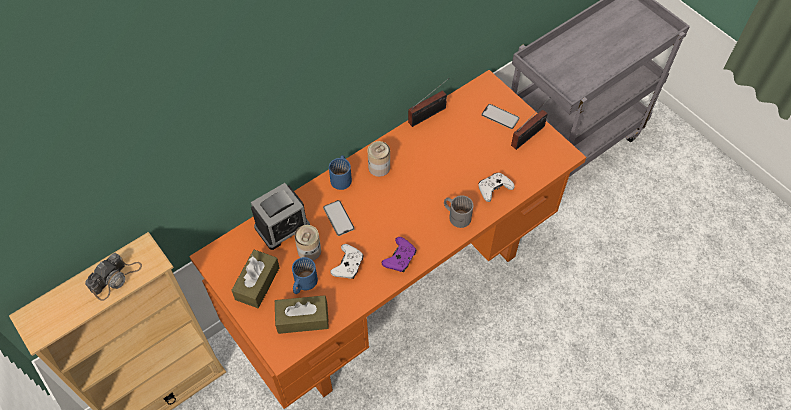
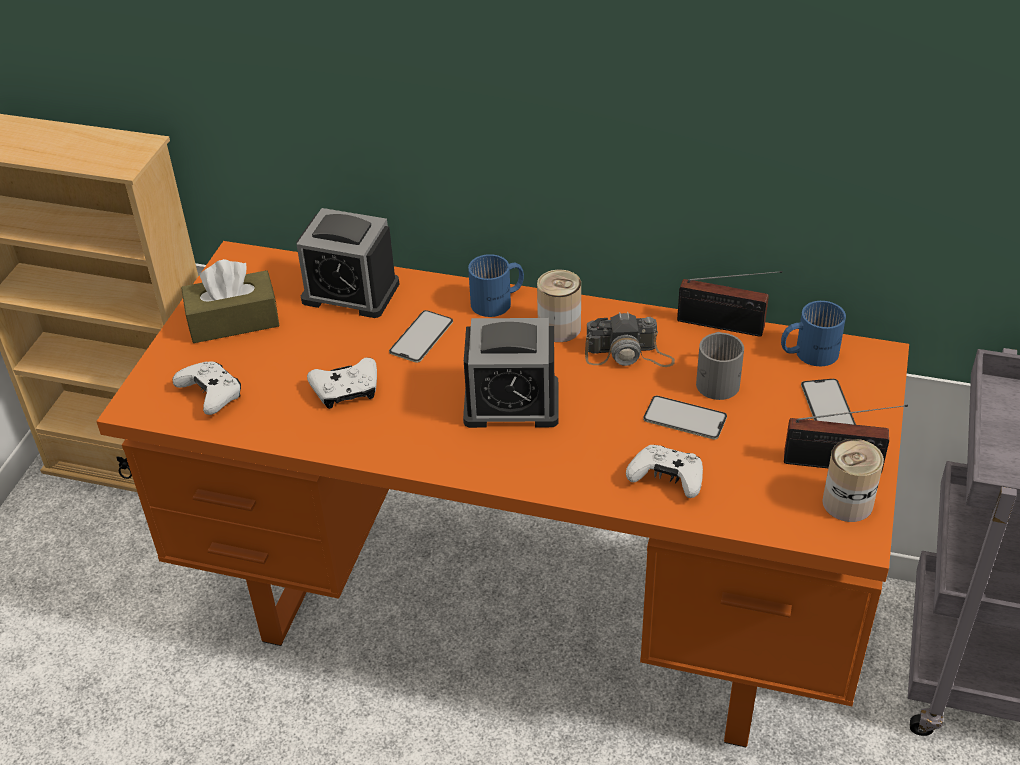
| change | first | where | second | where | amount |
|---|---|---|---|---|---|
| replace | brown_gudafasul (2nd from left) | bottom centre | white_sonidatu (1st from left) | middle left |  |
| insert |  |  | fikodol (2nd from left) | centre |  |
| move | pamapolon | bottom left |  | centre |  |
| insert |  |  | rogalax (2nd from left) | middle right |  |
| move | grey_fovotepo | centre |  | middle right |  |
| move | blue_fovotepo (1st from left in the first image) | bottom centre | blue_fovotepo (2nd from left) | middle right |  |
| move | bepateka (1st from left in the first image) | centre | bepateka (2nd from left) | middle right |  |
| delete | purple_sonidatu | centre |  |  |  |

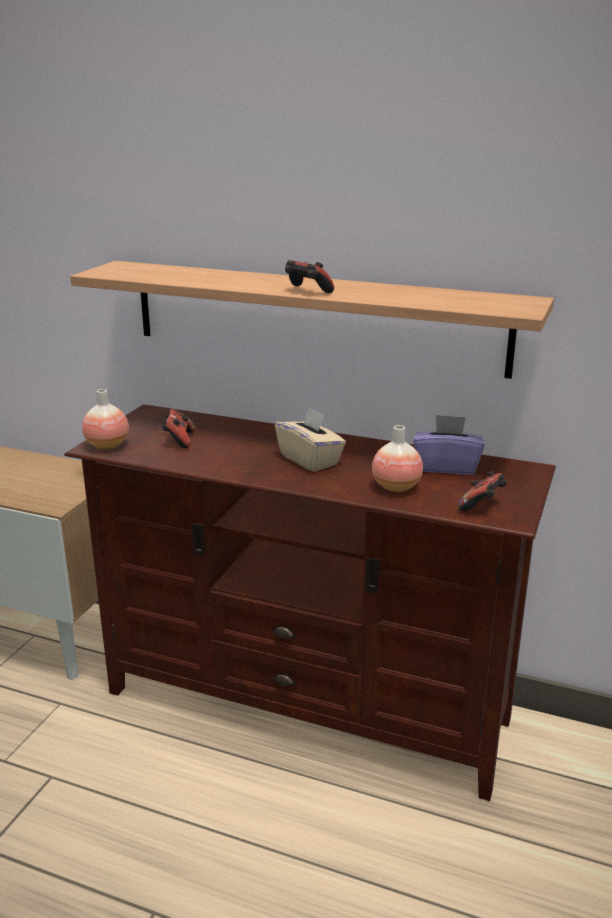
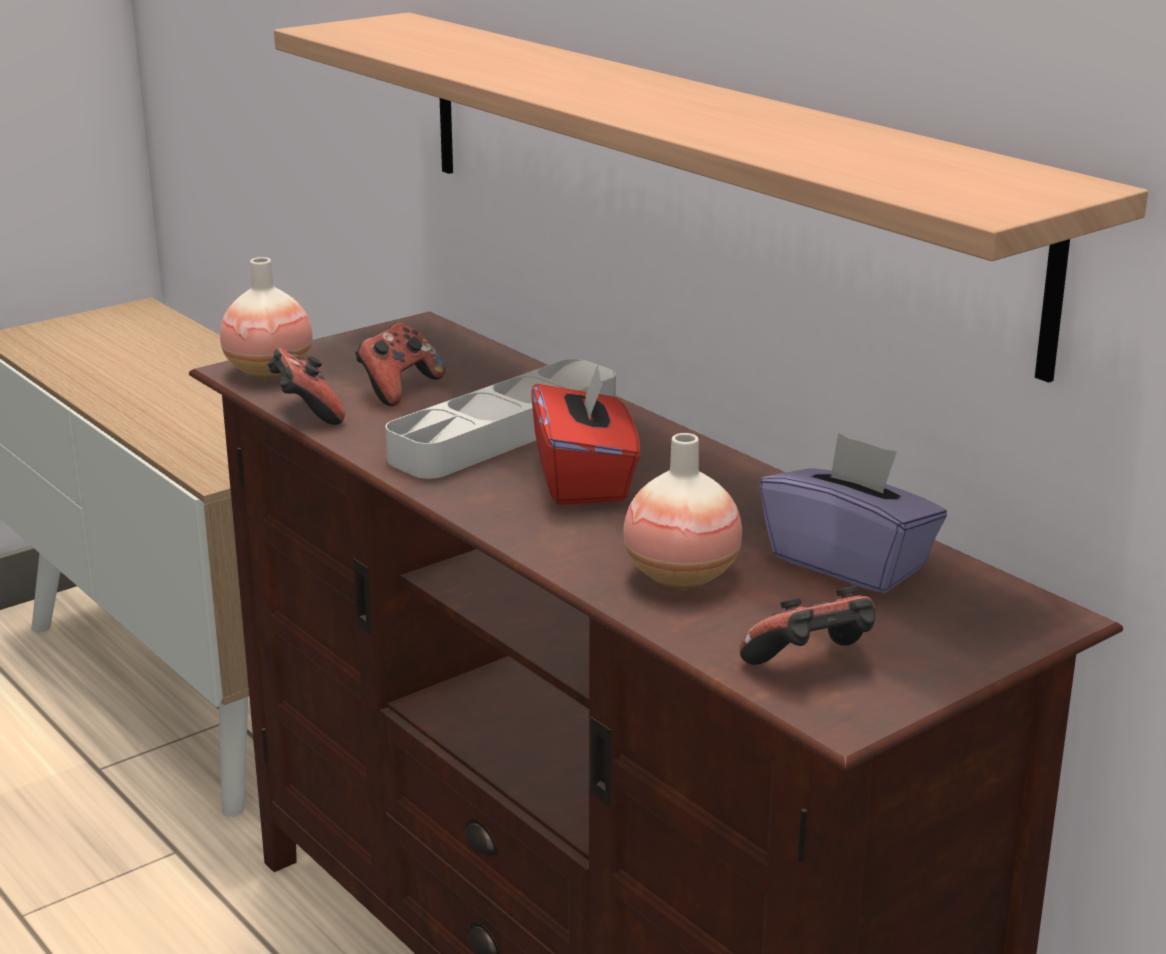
| change | first | where | second | where | amount |
|---|---|---|---|---|---|
| move | sonidatu (2nd from left in the first image) | top centre | sonidatu (1st from left) | middle left |  |
| insert |  |  | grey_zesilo | centre |  |
| recolor | beige_gudafasul | centre | red_gudafasul | centre |  |

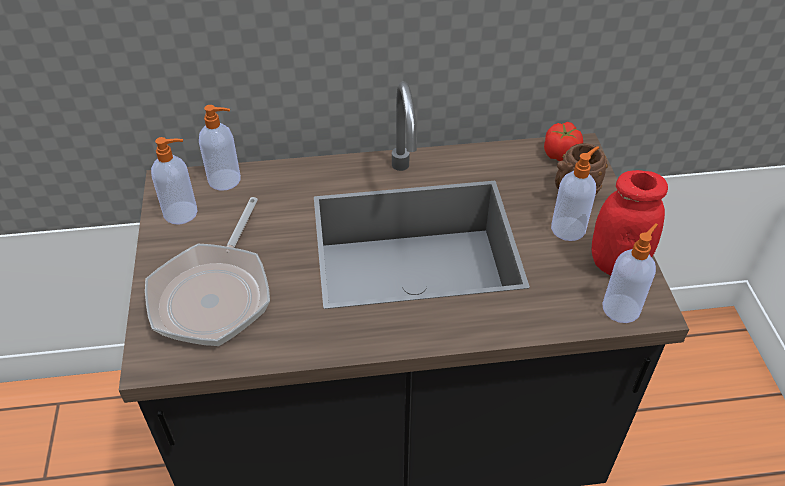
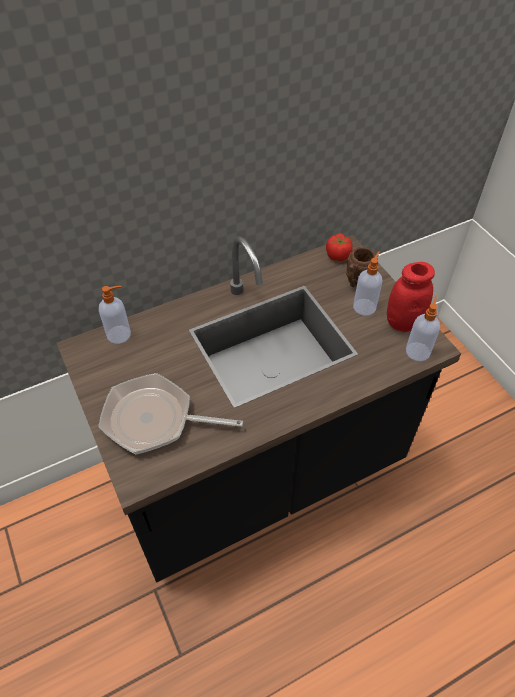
| change | first | where | second | where | amount |
|---|---|---|---|---|---|
| rotate | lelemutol | middle left |  | middle left | 105 degrees clockwise |
| delete | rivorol (1st from left) | middle left |  |  |  |

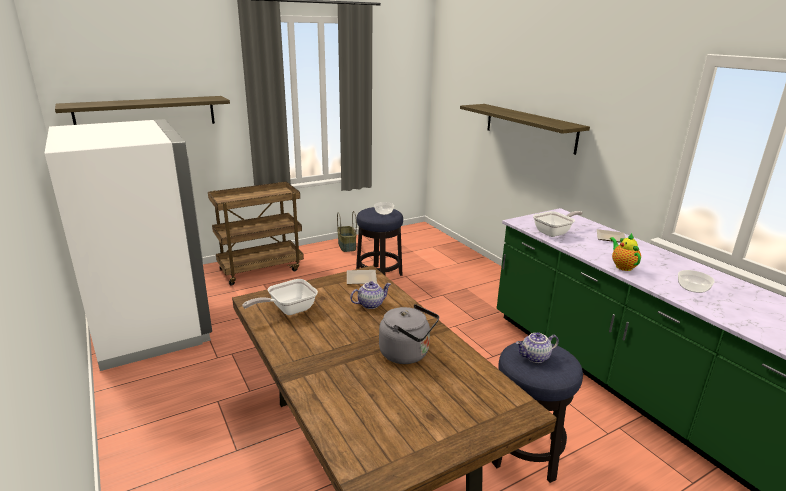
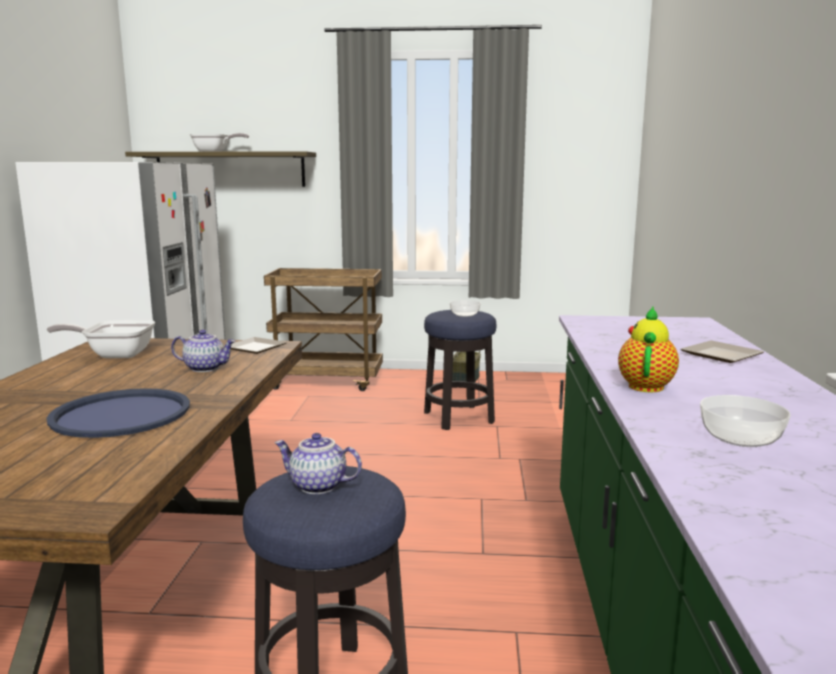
| change | first | where | second | where | amount |
|---|---|---|---|---|---|
| replace | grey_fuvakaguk | bottom centre | blue_zesilo | middle left |  |
| move | lelemutol (2nd from left) | middle right |  | top left |  |
| delete | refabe (2nd from left) | top right |  |  |  |

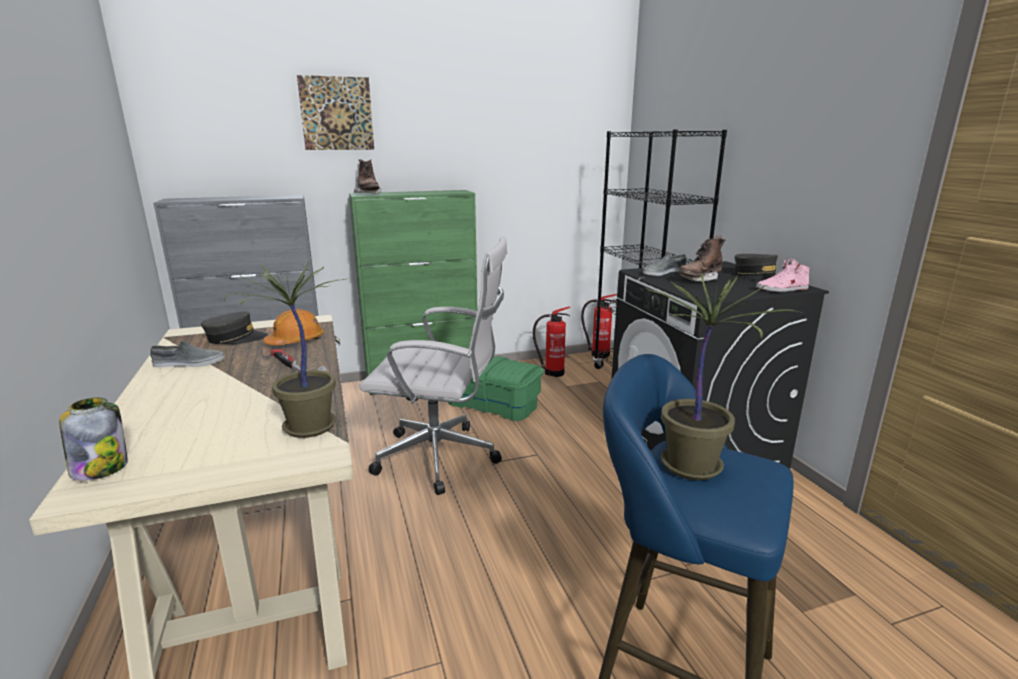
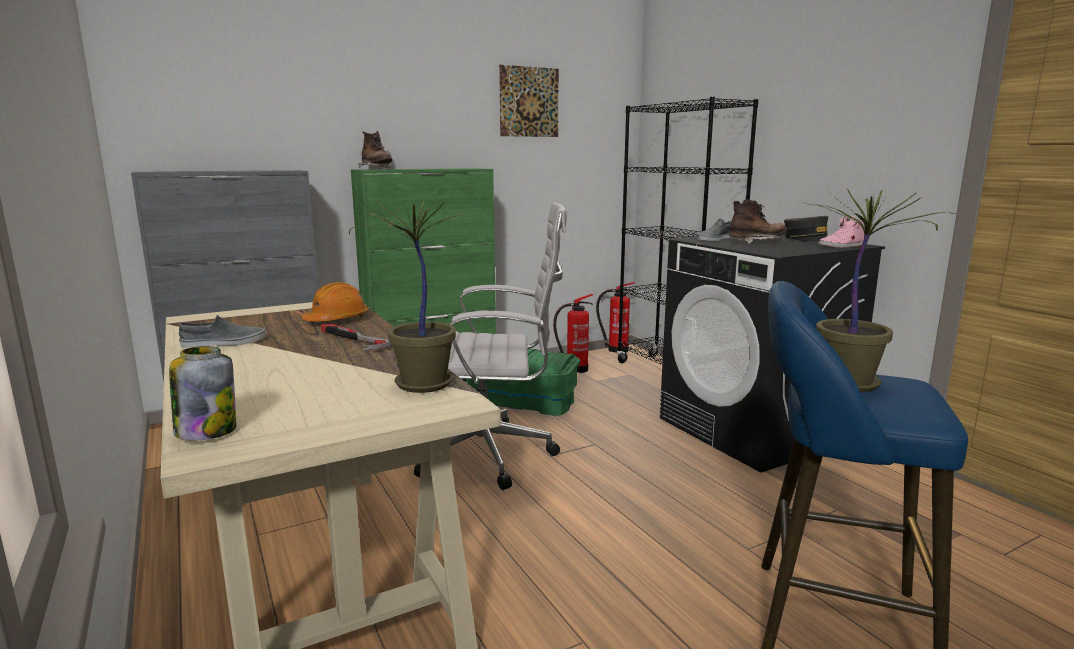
| change | first | where | second | where | amount |
|---|---|---|---|---|---|
| move | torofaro | top left |  | top centre |  |
| rotate | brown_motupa (2nd from left) | middle right |  | middle right | 150 degrees counterclockwise |
| delete | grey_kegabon (1st from left) | middle left |  |  |  |

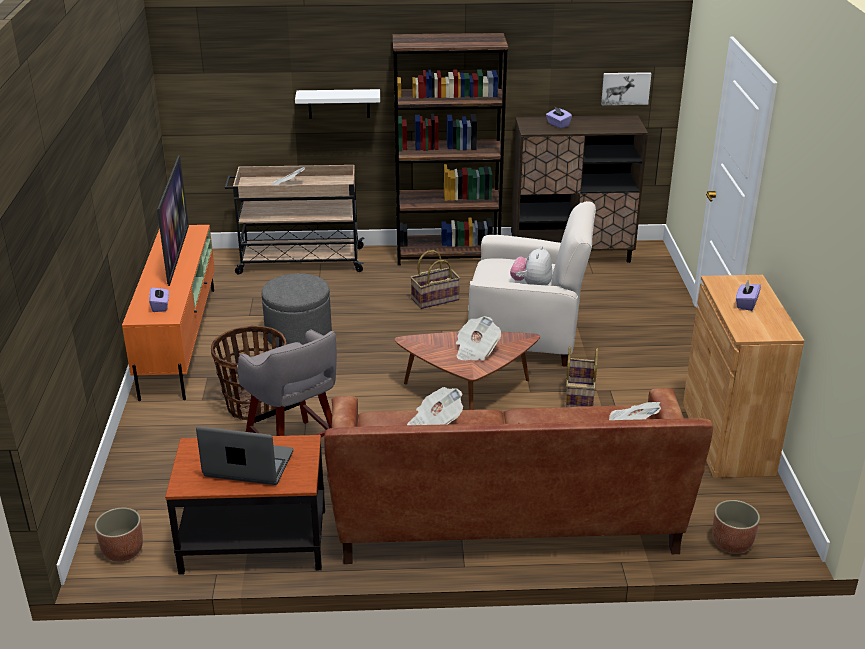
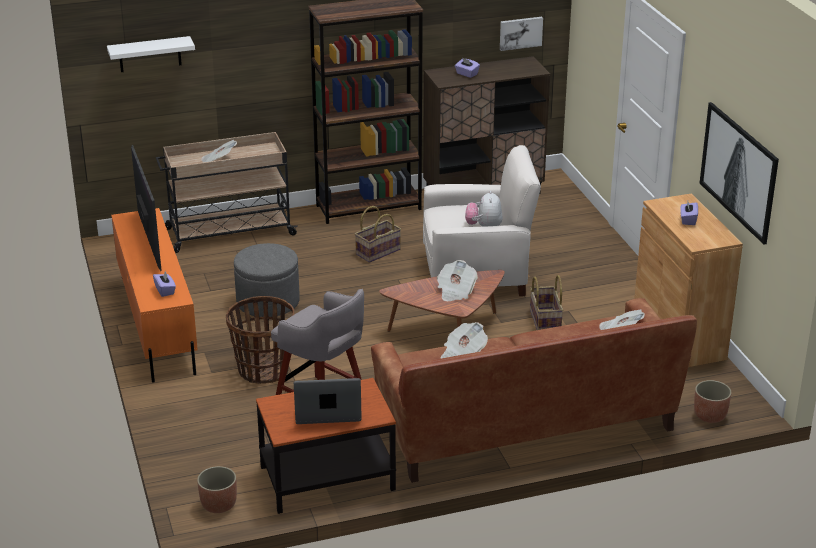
| change | first | where | second | where | amount |
|---|---|---|---|---|---|
| move | white_refabe | top centre |  | top left |  |
| insert |  |  | torofaro (2nd from left) | top right |  |

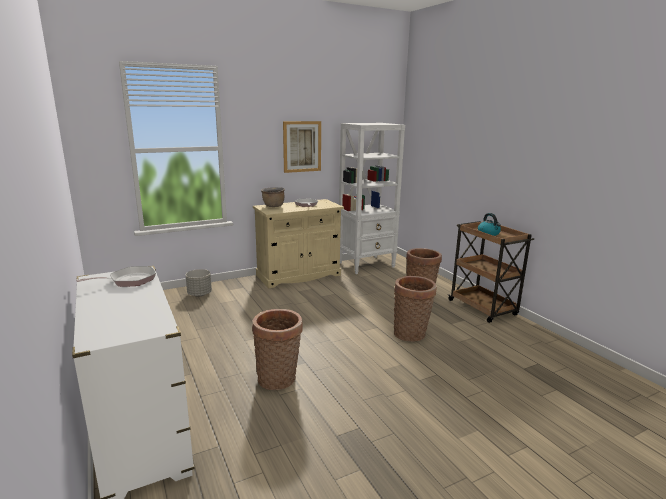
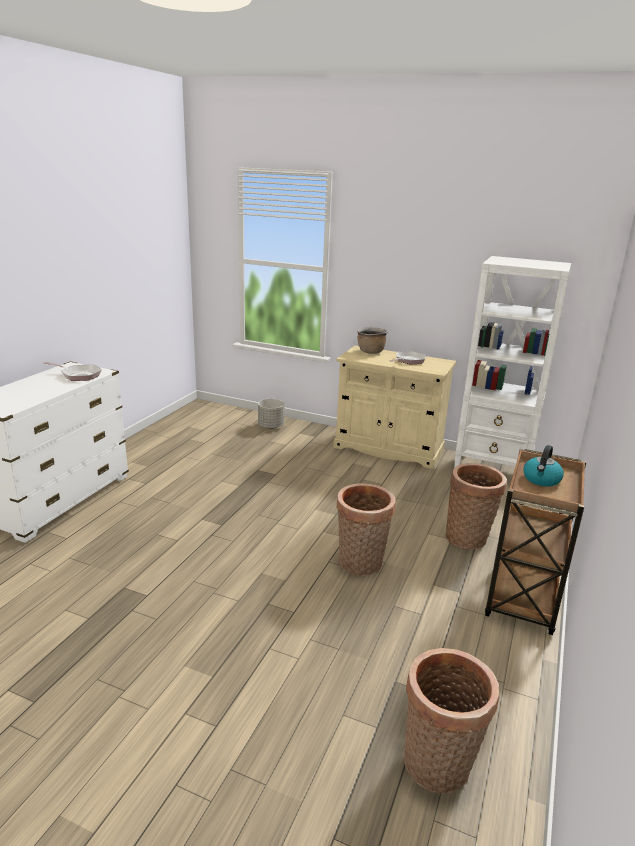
| change | first | where | second | where | amount |
|---|---|---|---|---|---|
| move | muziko (1st from left in the first image) | bottom centre | muziko (2nd from left) | bottom right |  |
| delete | torofaro | top centre |  |  |  |

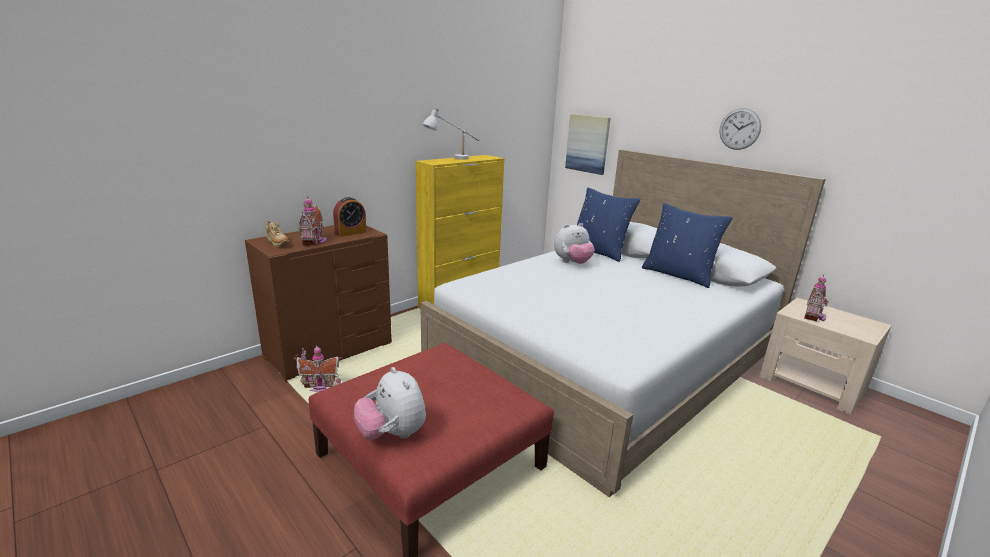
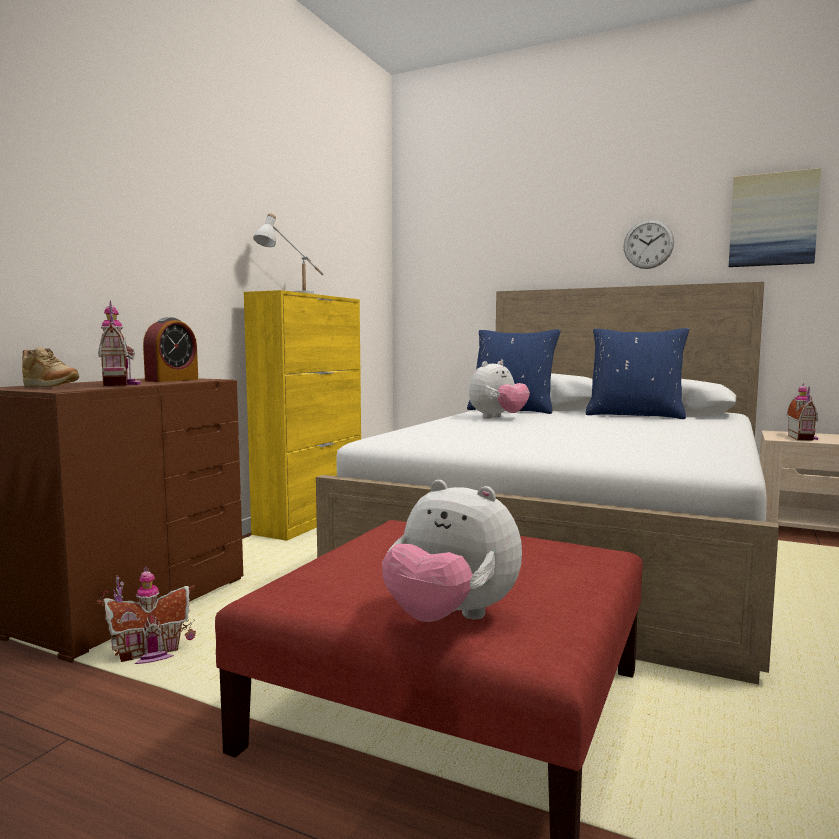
| change | first | where | second | where | amount |
|---|---|---|---|---|---|
| move | torofaro | top centre |  | top right |  |

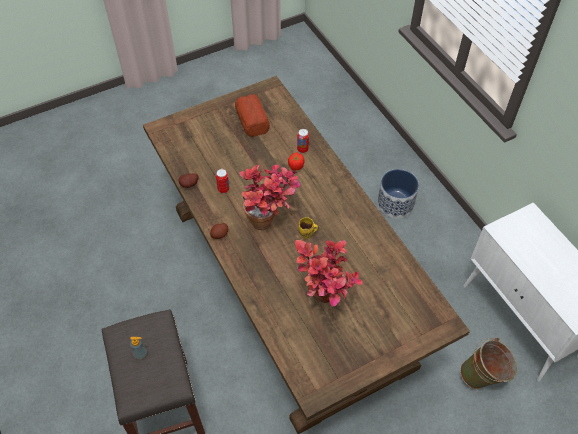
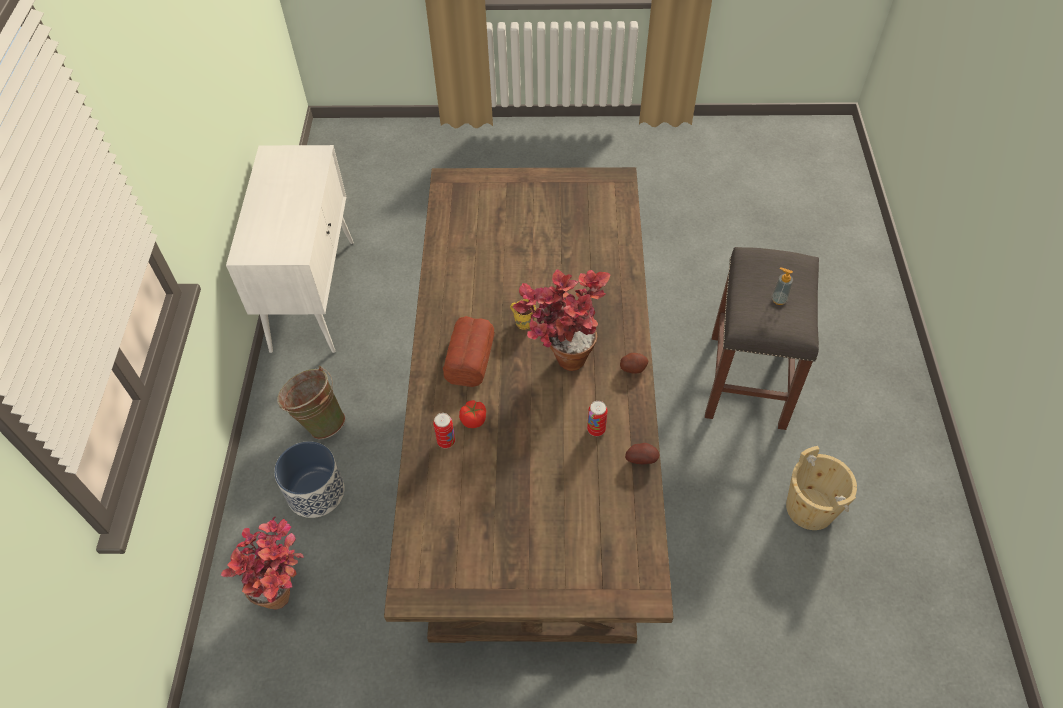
| change | first | where | second | where | amount |
|---|---|---|---|---|---|
| move | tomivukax (2nd from left in the first image) | centre | tomivukax (1st from left) | bottom left |  |
| move | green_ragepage | bottom right |  | middle left |  |
| move | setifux | top centre |  | centre |  |
| insert |  |  | beige_ragepage | bottom right |  |

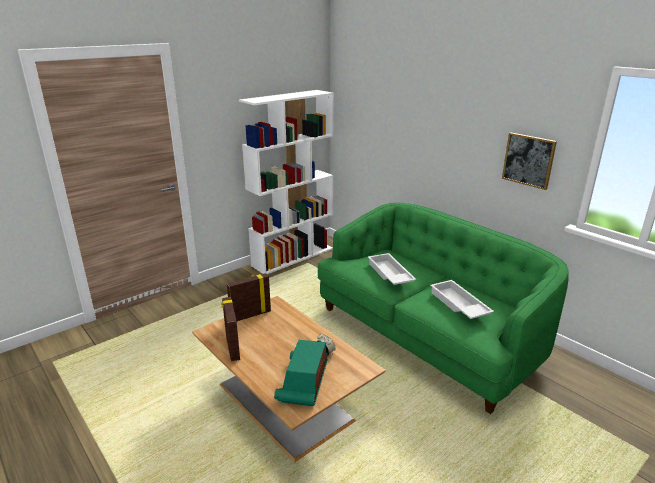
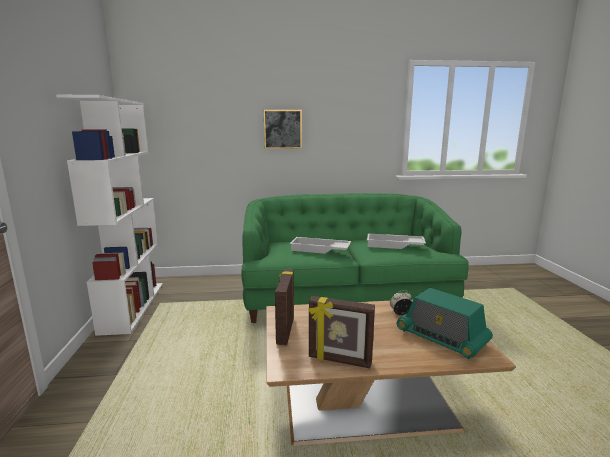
| change | first | where | second | where | amount |
|---|---|---|---|---|---|
| move | torofaro | middle right |  | top centre |  |

